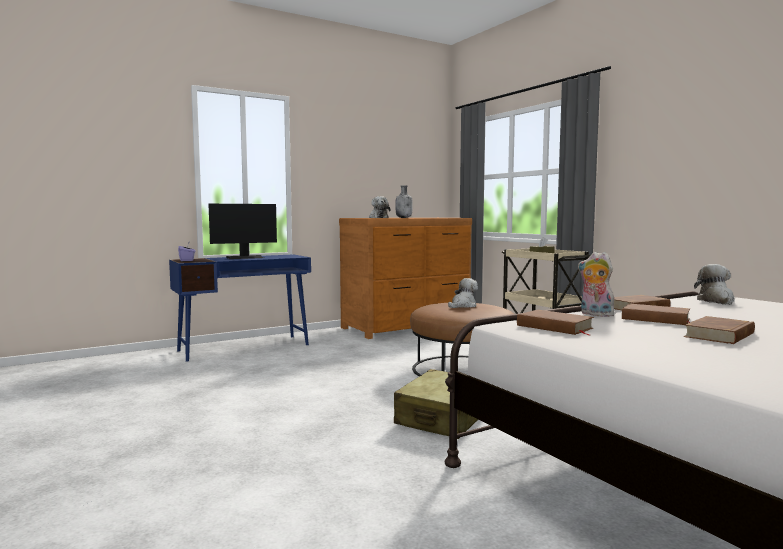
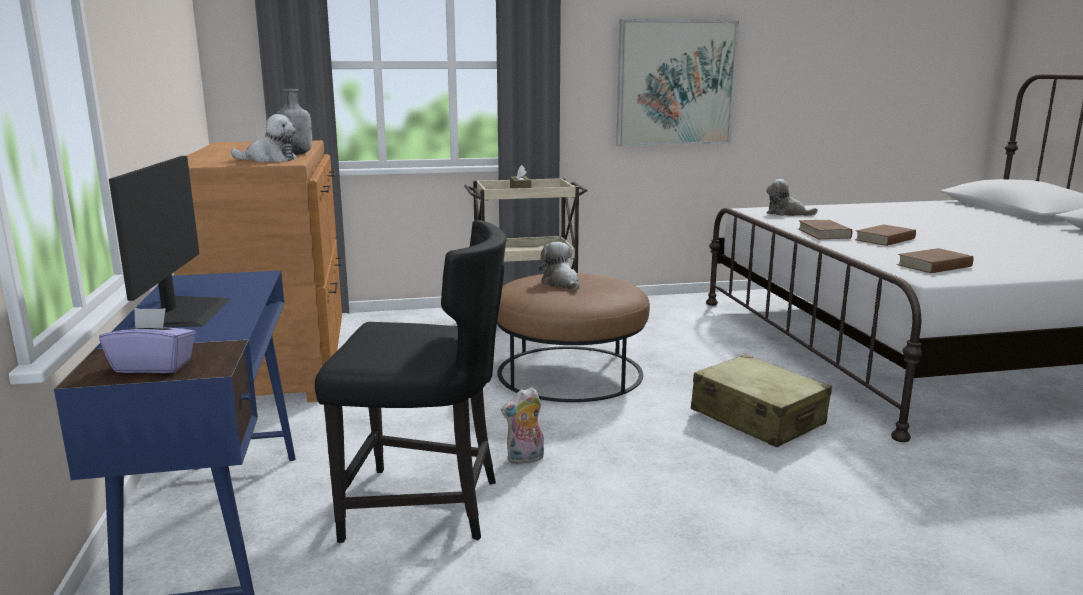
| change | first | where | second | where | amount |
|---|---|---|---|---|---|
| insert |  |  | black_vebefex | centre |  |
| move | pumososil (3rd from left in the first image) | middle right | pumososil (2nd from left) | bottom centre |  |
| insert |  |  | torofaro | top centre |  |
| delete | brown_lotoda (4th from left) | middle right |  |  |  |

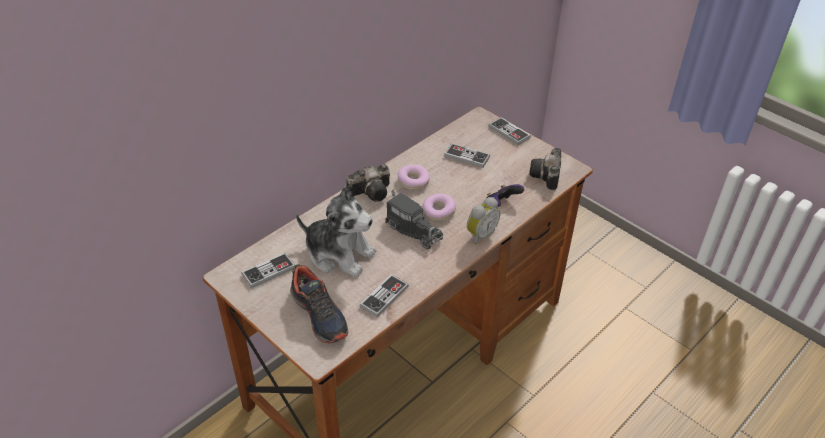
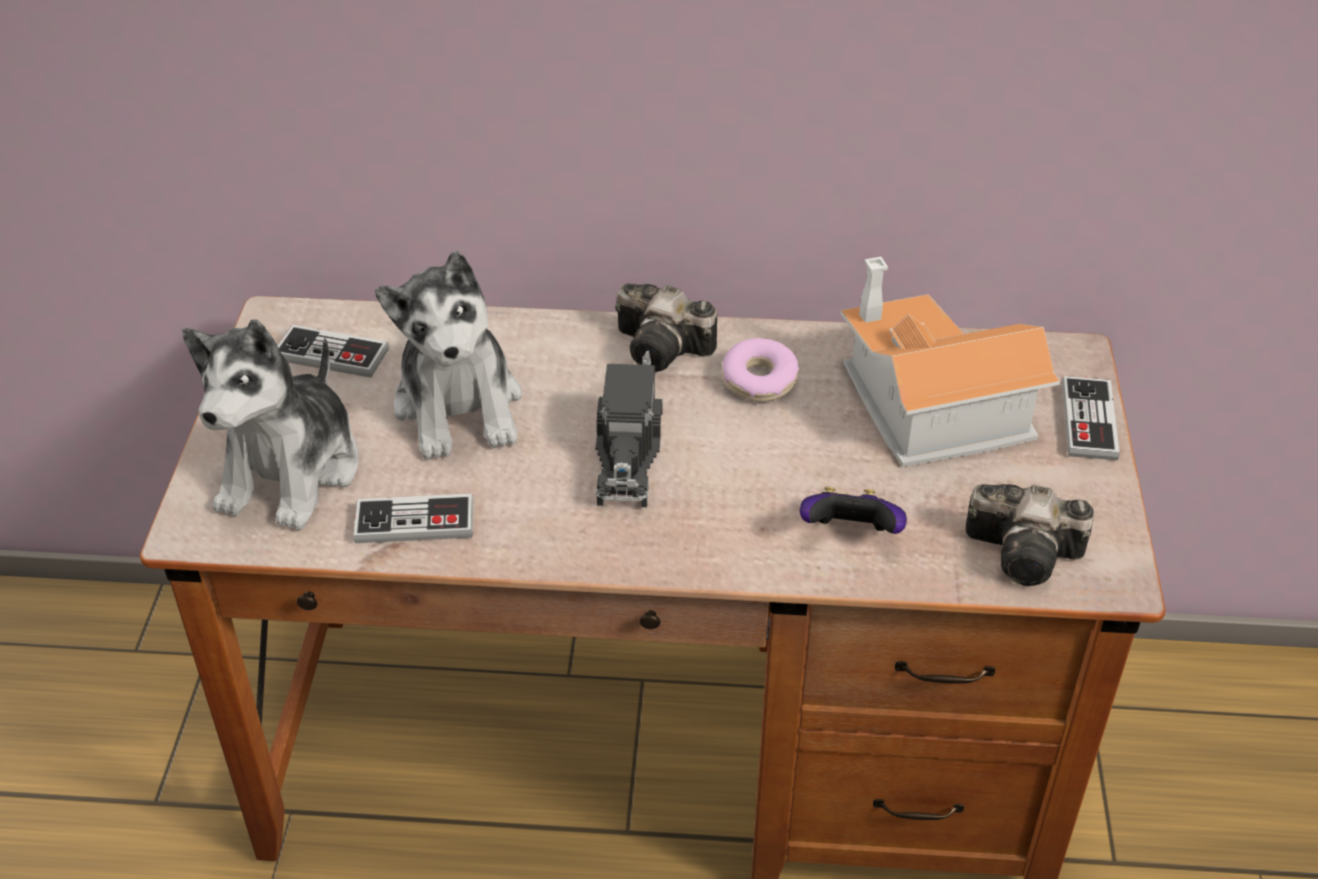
| change | first | where | second | where | amount |
|---|---|---|---|---|---|
| replace | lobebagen | bottom centre | pumososil (1st from left) | middle left |  |
| replace | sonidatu (3rd from left) | centre | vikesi | middle right |  |
| rotate | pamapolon (2nd from left) | centre |  | middle right | 135 degrees counterclockwise |
| delete | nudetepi (2nd from left) | centre |  |  |  |
| delete | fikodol | centre |  |  |  |

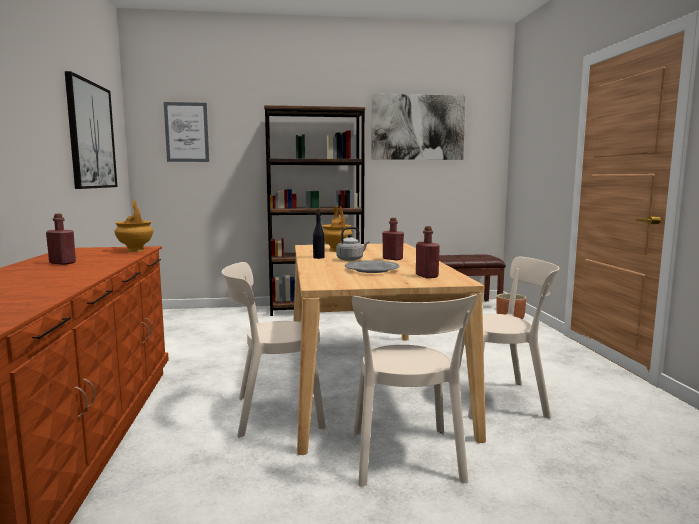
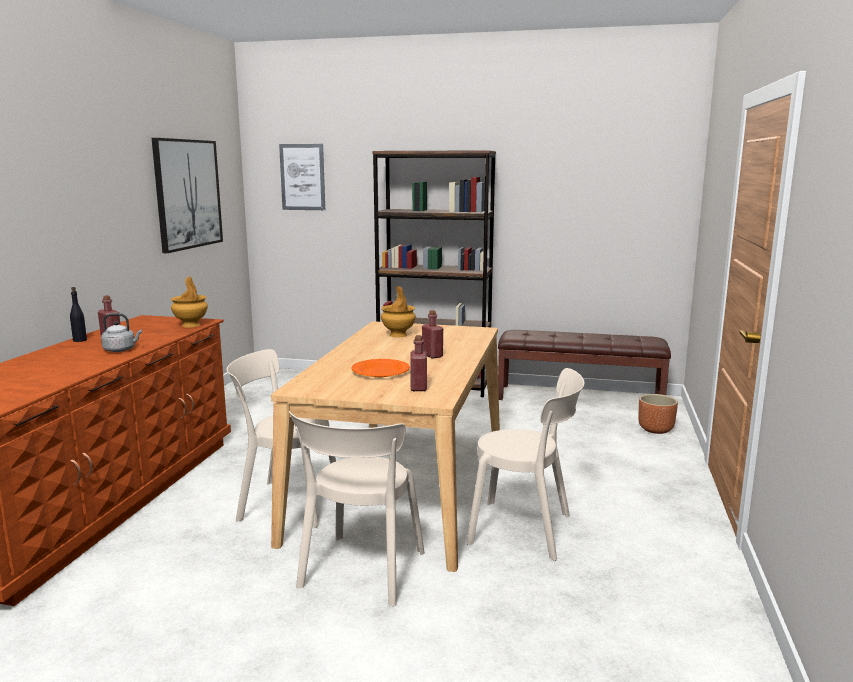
| change | first | where | second | where | amount |
|---|---|---|---|---|---|
| move | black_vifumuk | centre |  | middle left |  |
| move | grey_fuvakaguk | centre |  | middle left |  |
| recolor | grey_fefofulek | centre | orange_fefofulek | centre |  |
| delete | torofaro (3rd from left) | top centre |  |  |  |

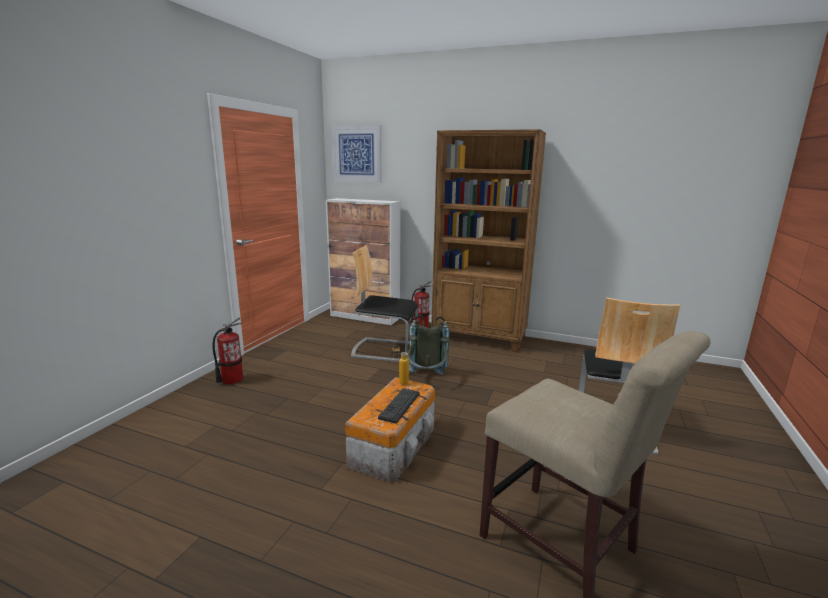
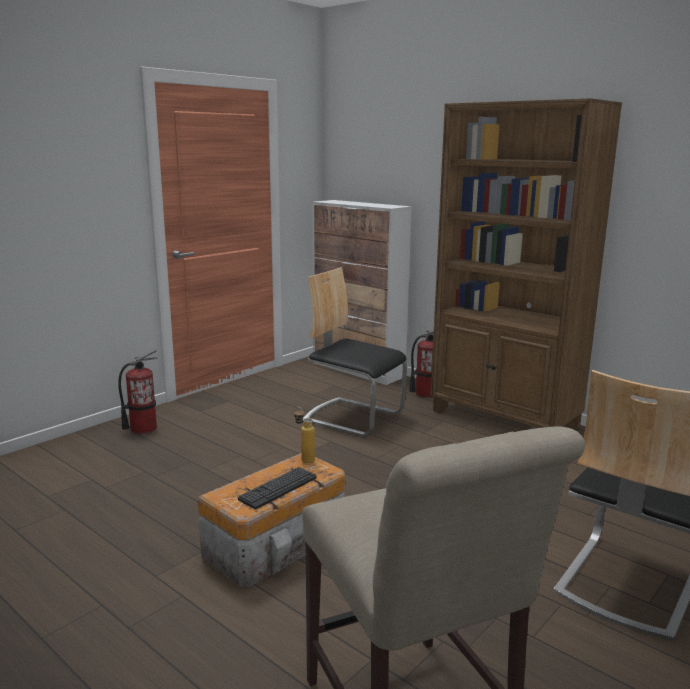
| change | first | where | second | where | amount |
|---|---|---|---|---|---|
| delete | torofaro | top centre |  |  |  |
| delete | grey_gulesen | centre |  |  |  |

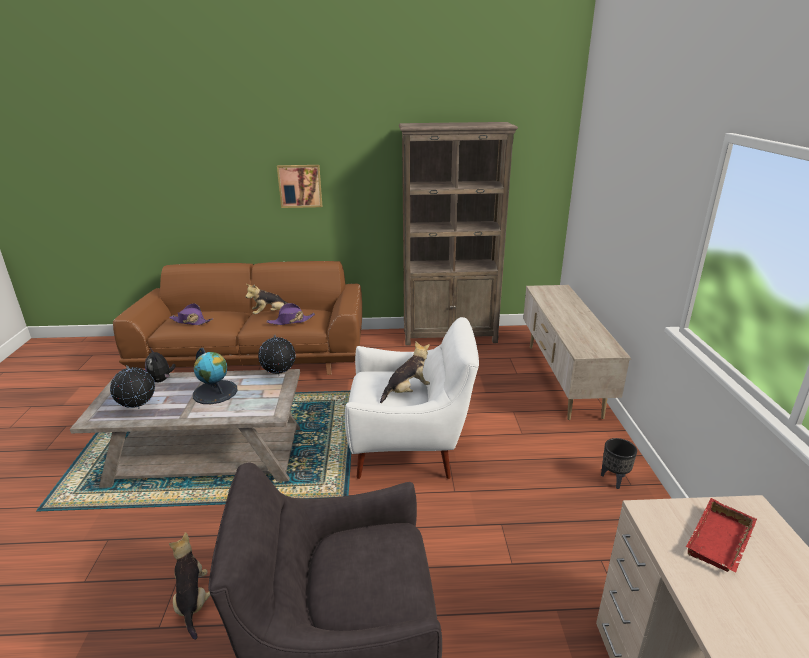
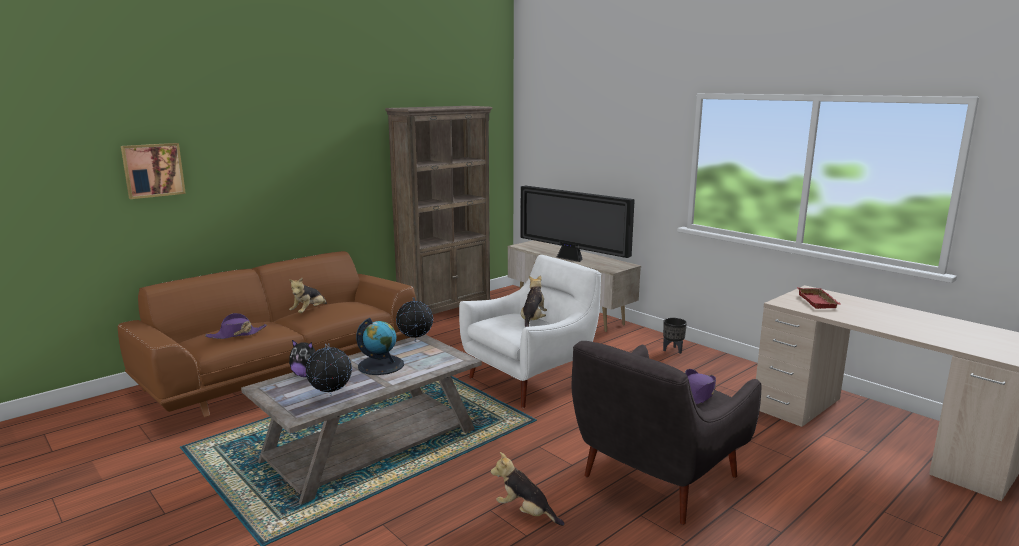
| change | first | where | second | where | amount |
|---|---|---|---|---|---|
| move | torofaro | top centre |  | top left |  |
| insert |  |  | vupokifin | centre |  |
| move | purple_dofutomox (2nd from left) | centre |  | bottom right |  |

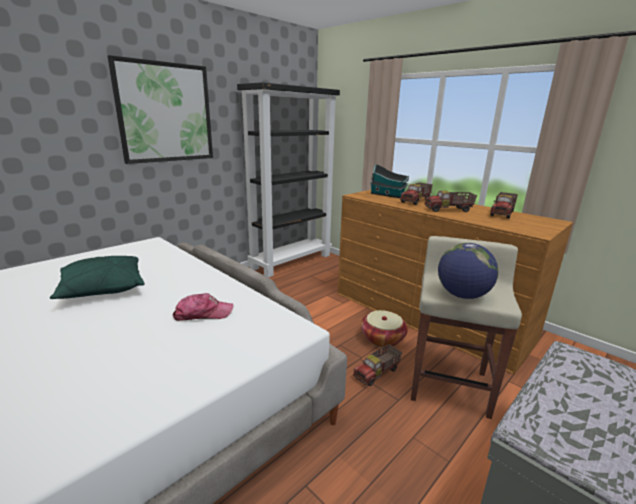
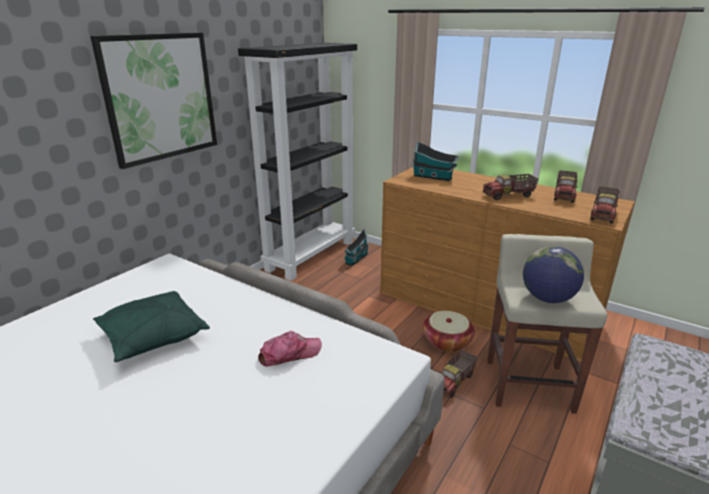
| change | first | where | second | where | amount |
|---|---|---|---|---|---|
| insert |  |  | vikesi (1st from left) | centre |  |
| move | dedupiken (2nd from left in the first image) | centre | dedupiken (4th from left) | middle right |  |

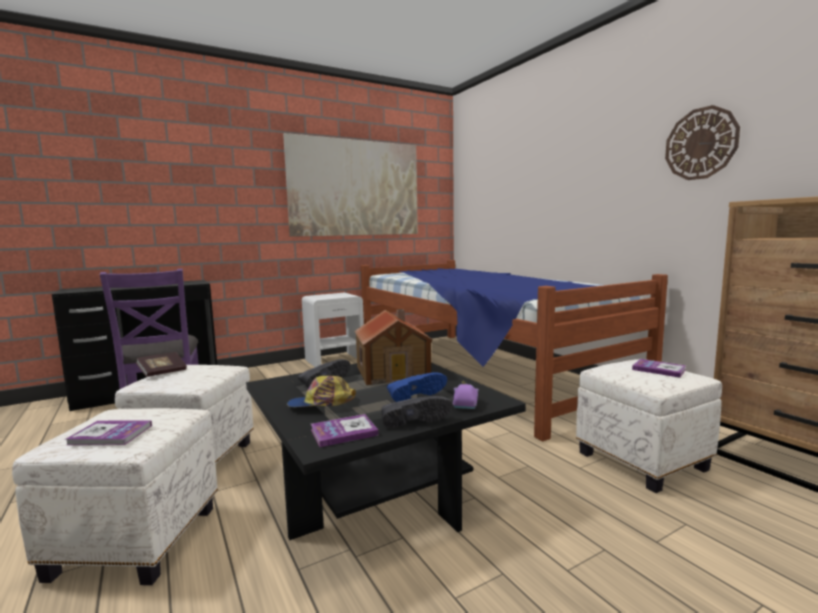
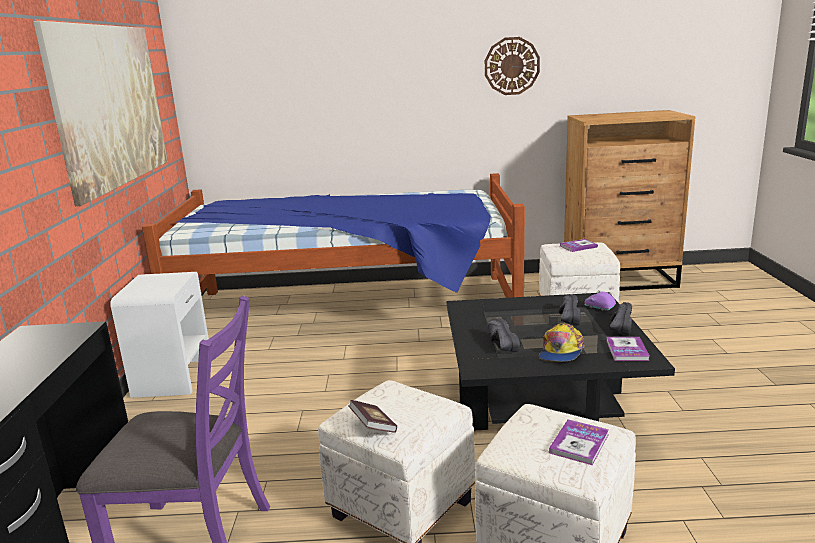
| change | first | where | second | where | amount |
|---|---|---|---|---|---|
| recolor | blue_lobebagen | centre | black_lobebagen (2nd from left) | middle right |  |
| delete | vikesi | centre |  |  |  |

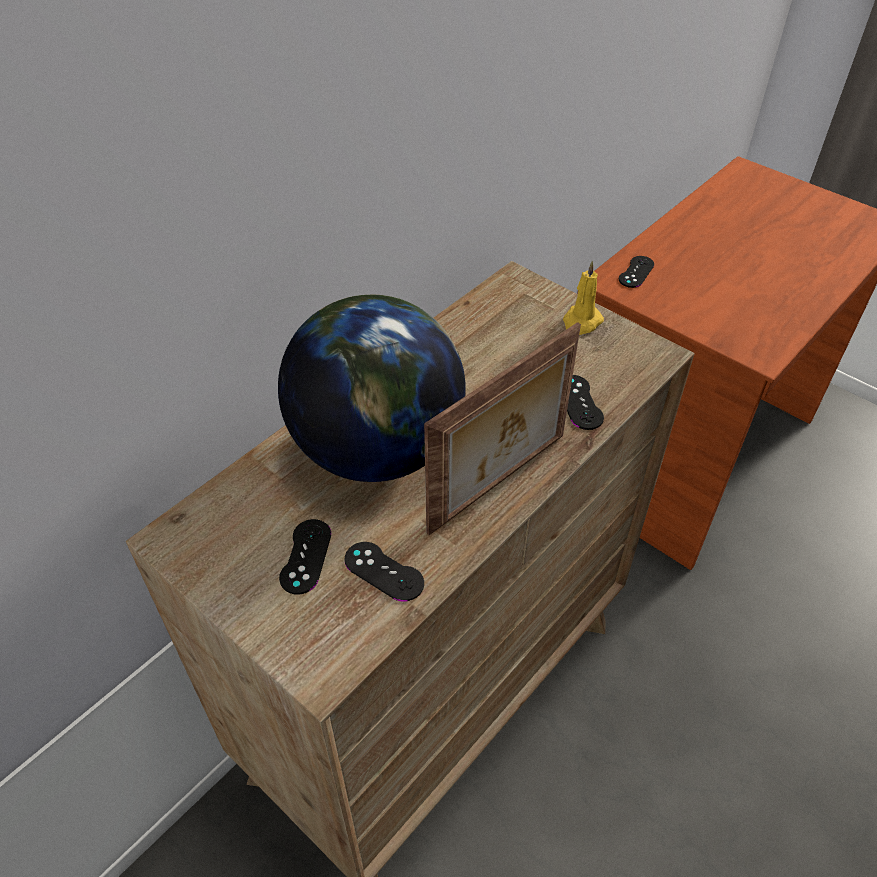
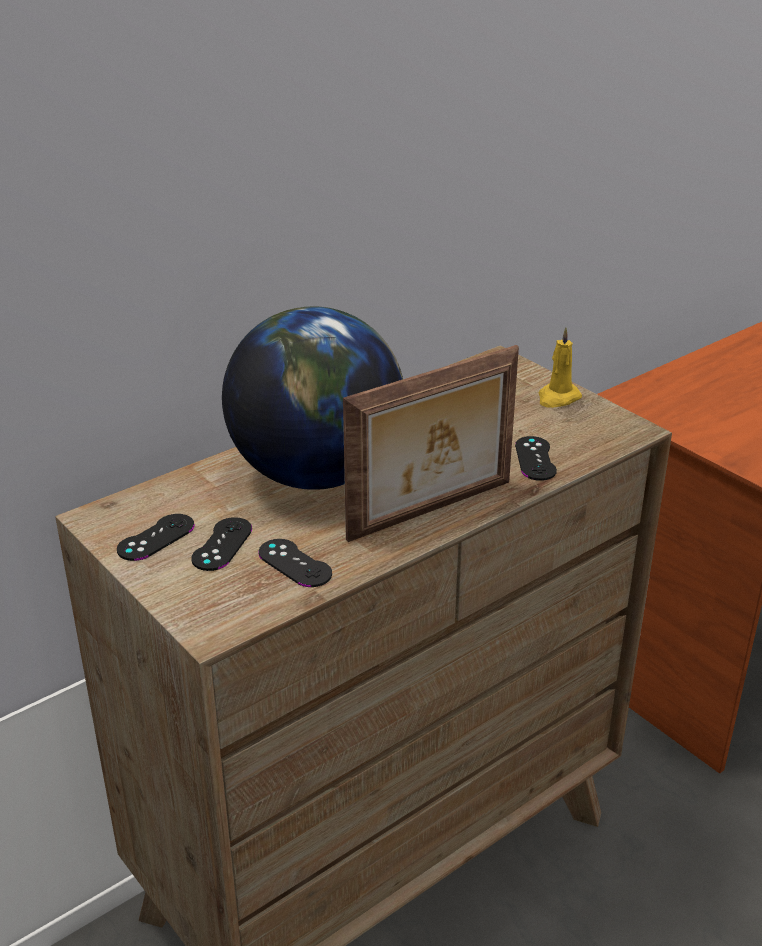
| change | first | where | second | where | amount |
|---|---|---|---|---|---|
| move | black_sonidatu (4th from left in the first image) | top right | black_sonidatu (1st from left) | middle left |  |

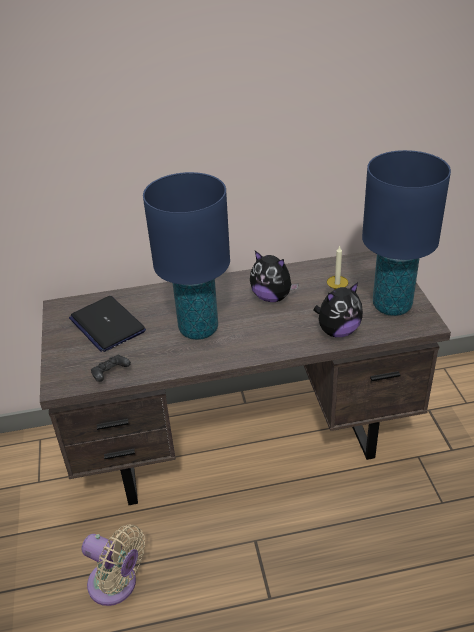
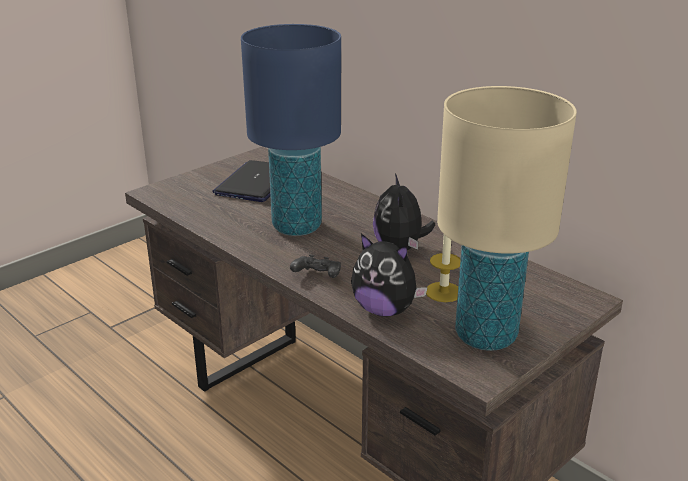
| change | first | where | second | where | amount |
|---|---|---|---|---|---|
| move | black_sonidatu | middle left |  | centre |  |
| recolor | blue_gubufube (2nd from left) | middle right | beige_gubufube | middle right |  |
| delete | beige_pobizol | bottom left |  |  |  |

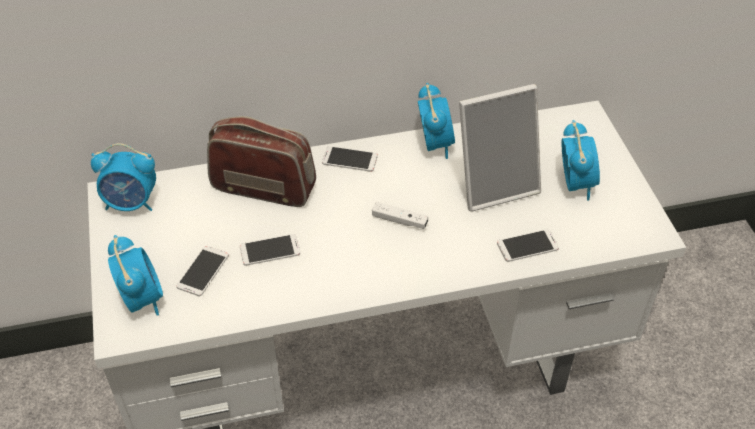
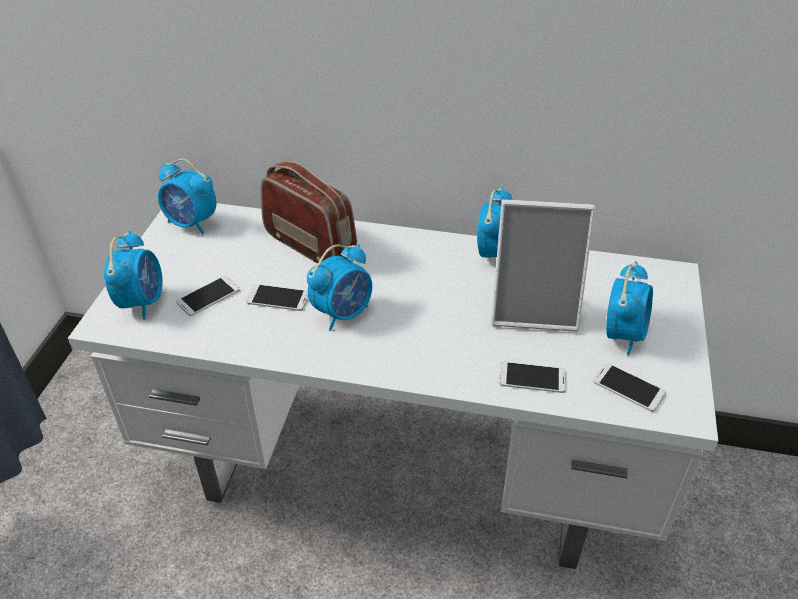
| change | first | where | second | where | amount |
|---|---|---|---|---|---|
| insert |  |  | fikodol (3rd from left) | centre |  |
| move | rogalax (3rd from left in the first image) | centre | rogalax (4th from left) | middle right |  |
| delete | white_sonidatu | centre |  |  |  |

